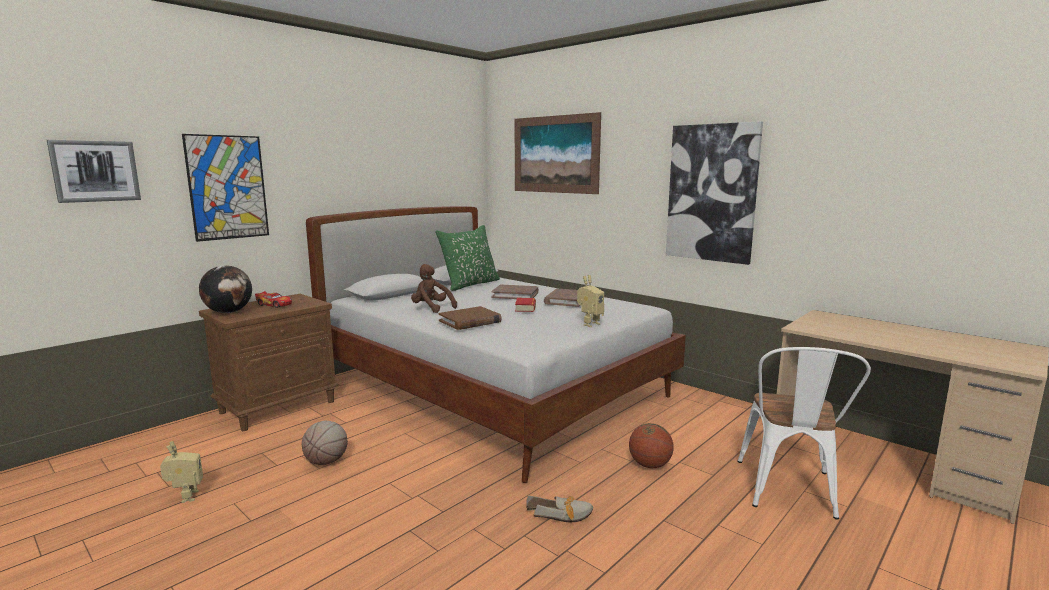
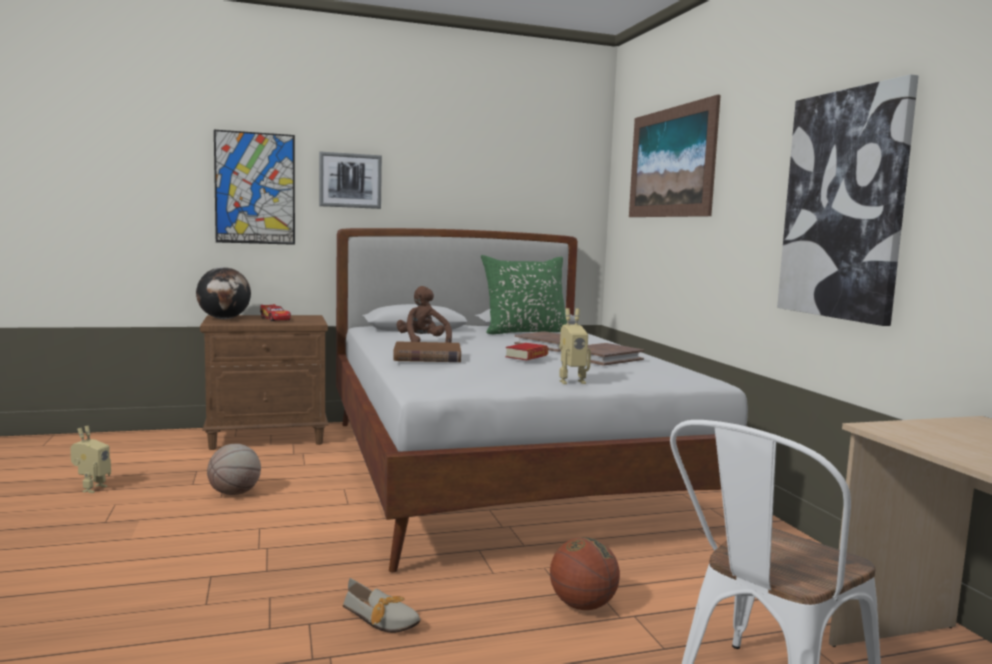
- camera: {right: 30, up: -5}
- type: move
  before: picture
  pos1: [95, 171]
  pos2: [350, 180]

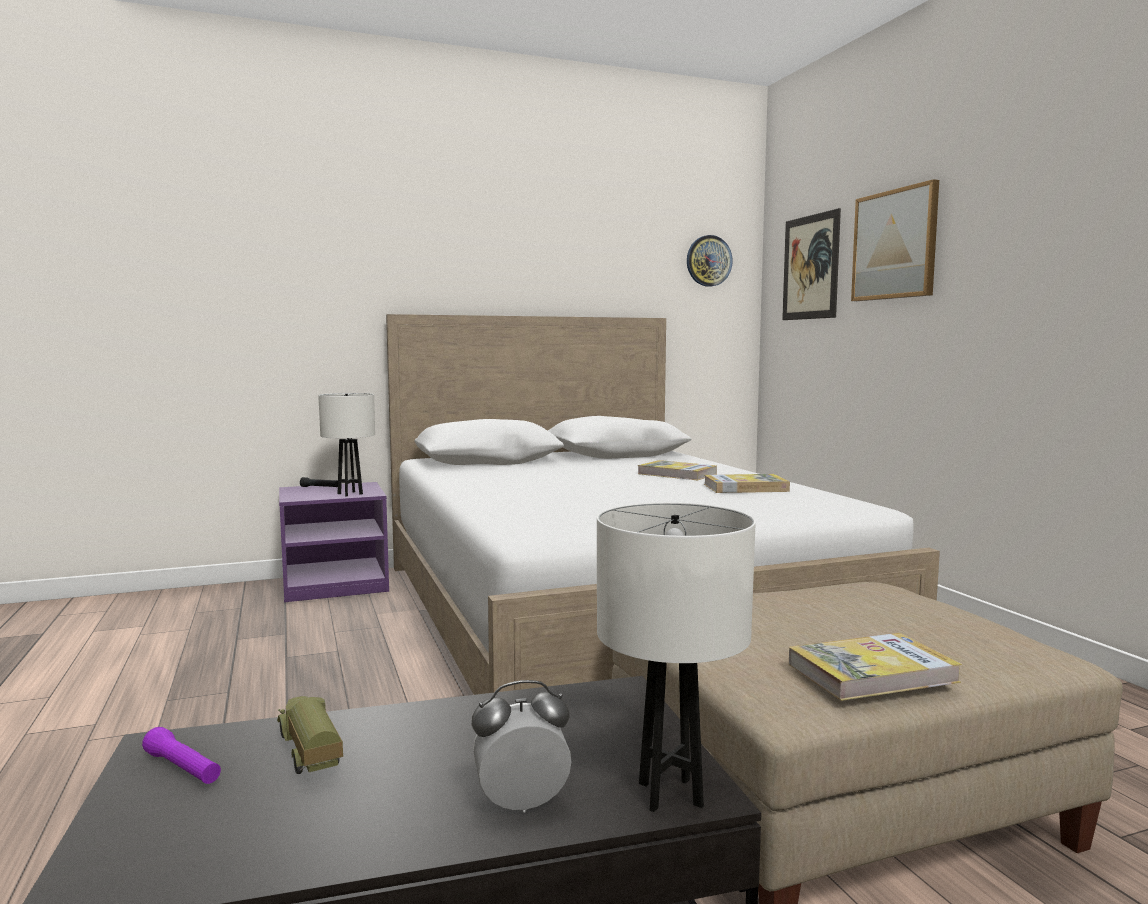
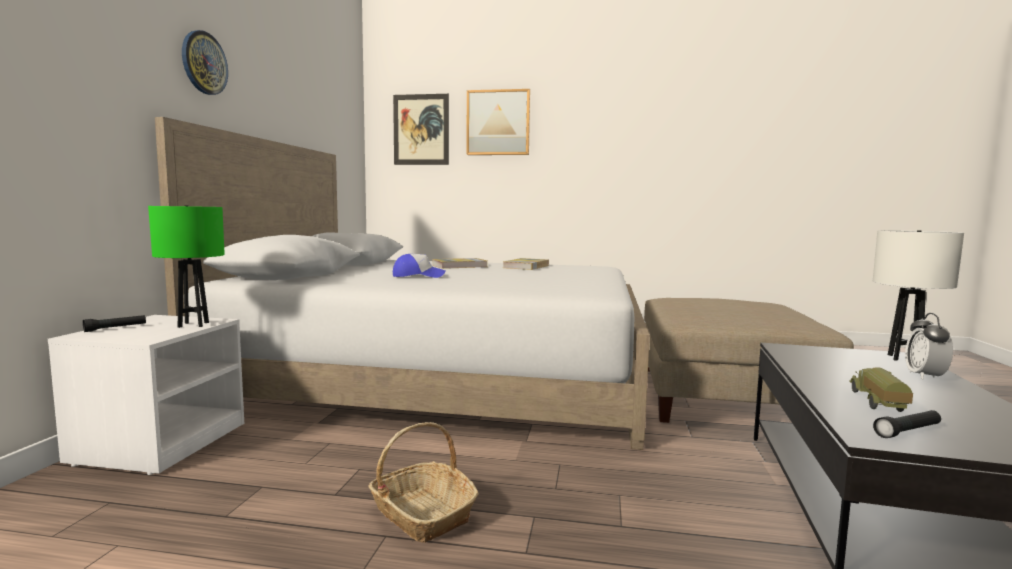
- camera: {right: -60, up: 0}
- type: recolor
  before: purple nightstand
  after: white nightstand
  pos1: [336, 585]
  pos2: [160, 442]
- type: recolor
  before: white table lamp
  after: green table lamp
  pos1: [349, 494]
  pos2: [193, 325]
- type: move
  before: wall clock
  pos1: [708, 261]
  pos2: [204, 63]
- type: insert
  after: basket
  pos2: [421, 514]
- type: insert
  after: cap
  pos2: [418, 276]
- type: rotate
  before: toy truck
  pos1: [309, 754]
  pos2: [876, 403]
  turn: 105
- type: recolor
  before: purple flashlight
  after: black flashlight
  pos1: [183, 768]
  pos2: [908, 431]
- type: delete
  before: book
  pos1: [872, 673]

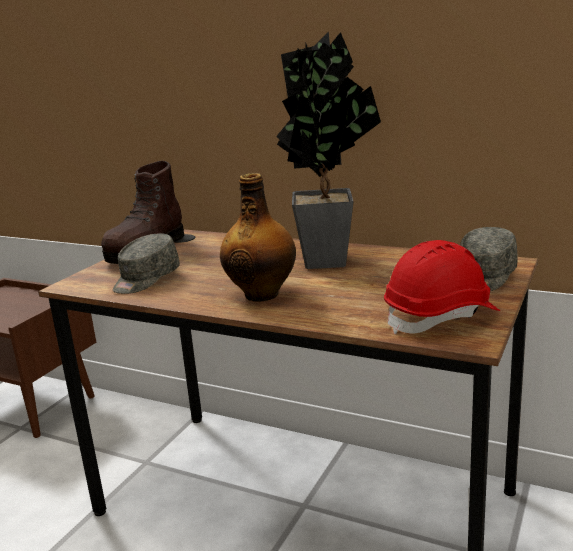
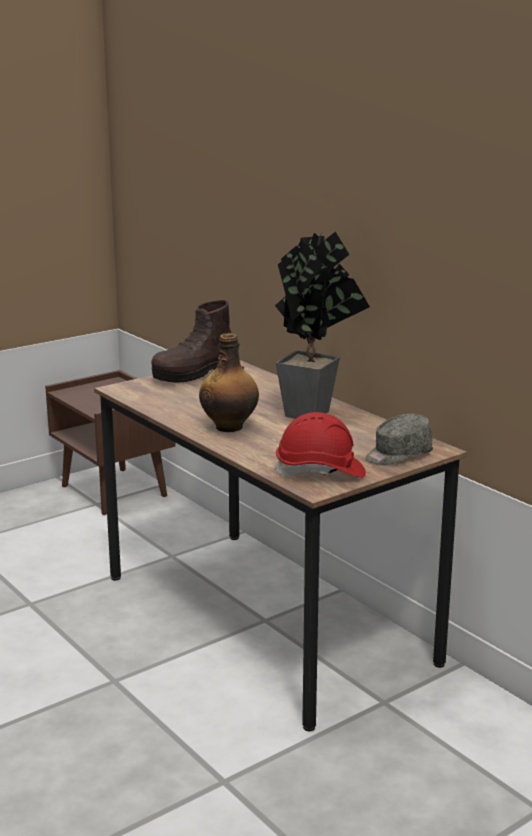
- camera: {right: 25, up: 0}
- type: delete
  before: grey cap
  pos1: [146, 279]

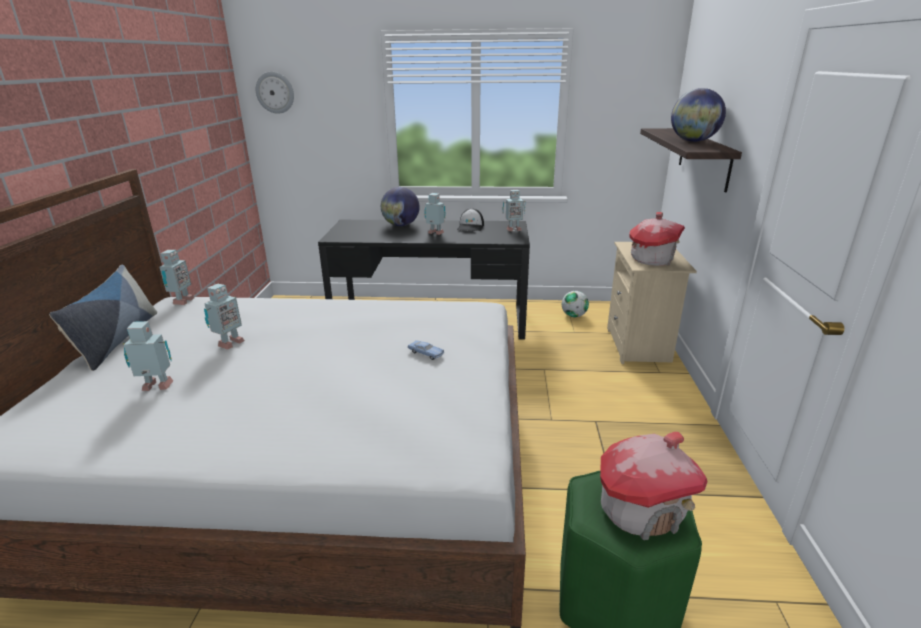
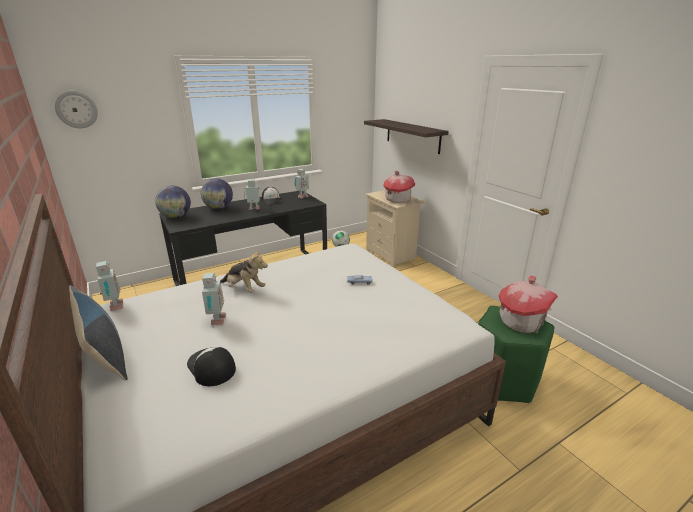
- camera: {right: -35, up: 0}
- type: move
  before: globe
  pos1: [693, 141]
  pos2: [176, 217]
- type: replace
  before: toy robot
  after: cap
  pos1: [158, 387]
  pos2: [211, 367]
- type: insert
  after: plush toy
  pos2: [244, 289]

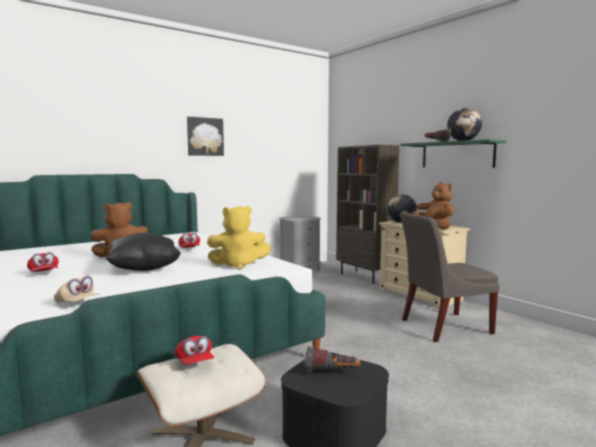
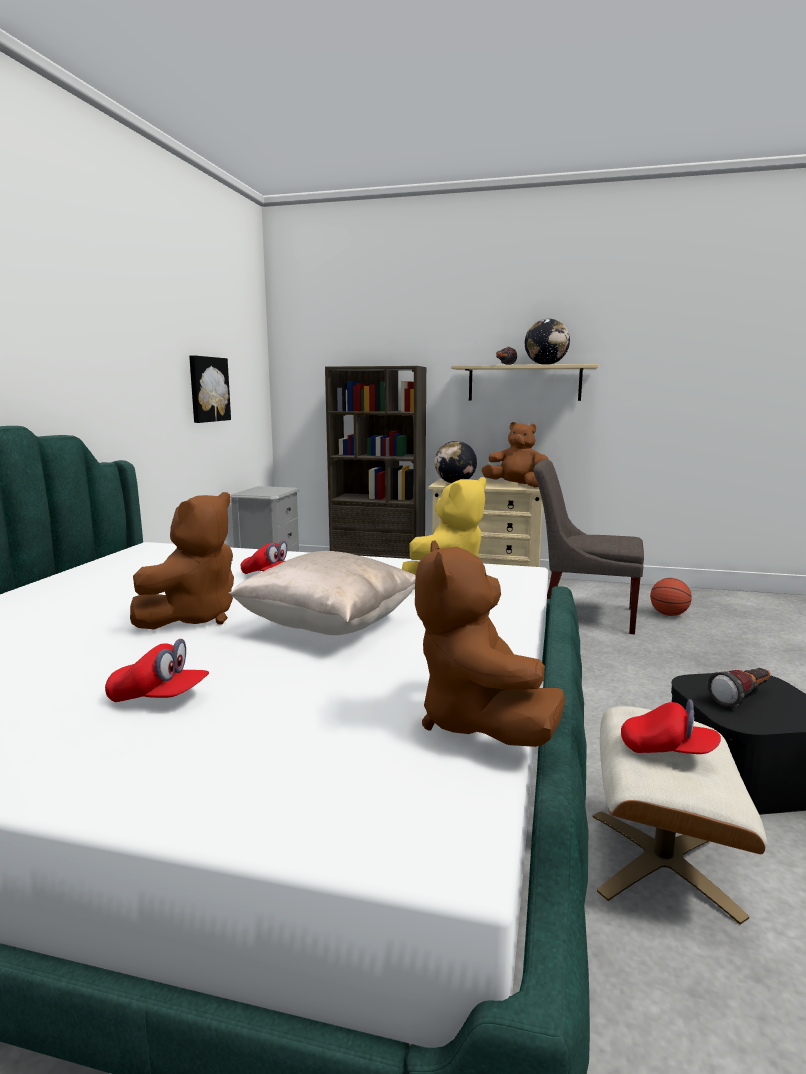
- camera: {right: -40, up: 5}
- type: move
  before: picture
  pos1: [205, 136]
  pos2: [208, 389]
- type: recolor
  before: black pillow
  after: beige pillow
  pos1: [144, 269]
  pos2: [329, 627]
- type: replace
  before: beige cap
  after: brown plush toy
  pos1: [77, 304]
  pos2: [479, 723]
- type: recolor
  before: green shelf
  after: beige shelf
  pos1: [457, 155]
  pos2: [524, 383]
- type: rotate
  before: grey chair
  pos1: [442, 326]
  pos2: [582, 615]
  turn: 75
- type: insert
  after: basketball
  pos2: [669, 614]

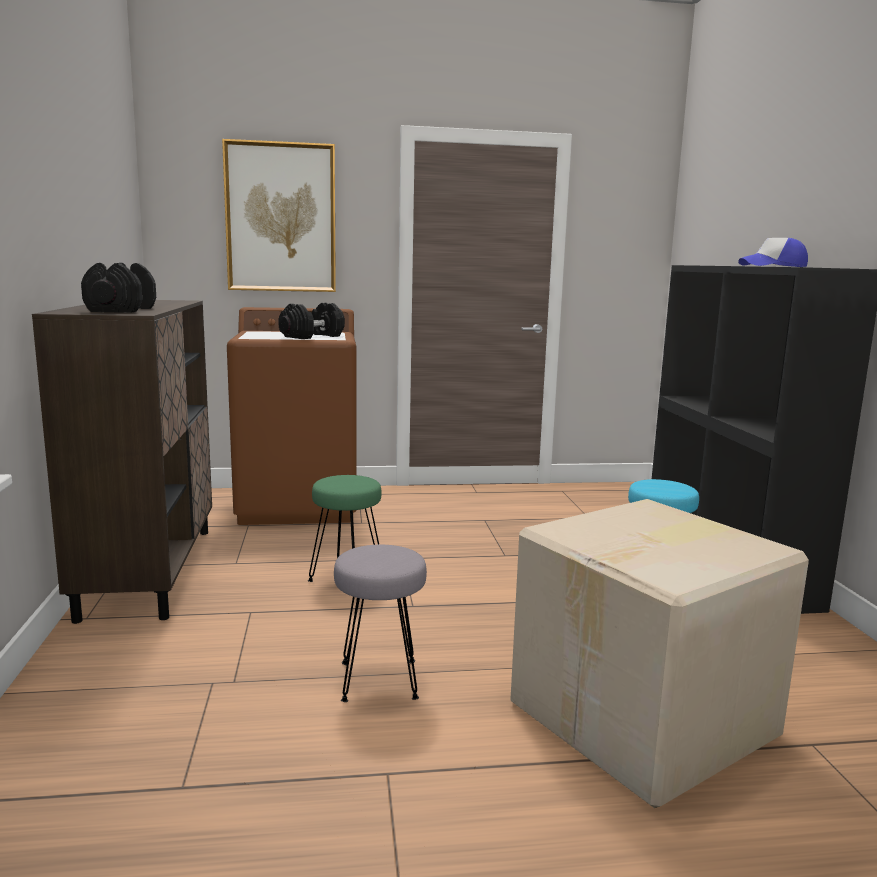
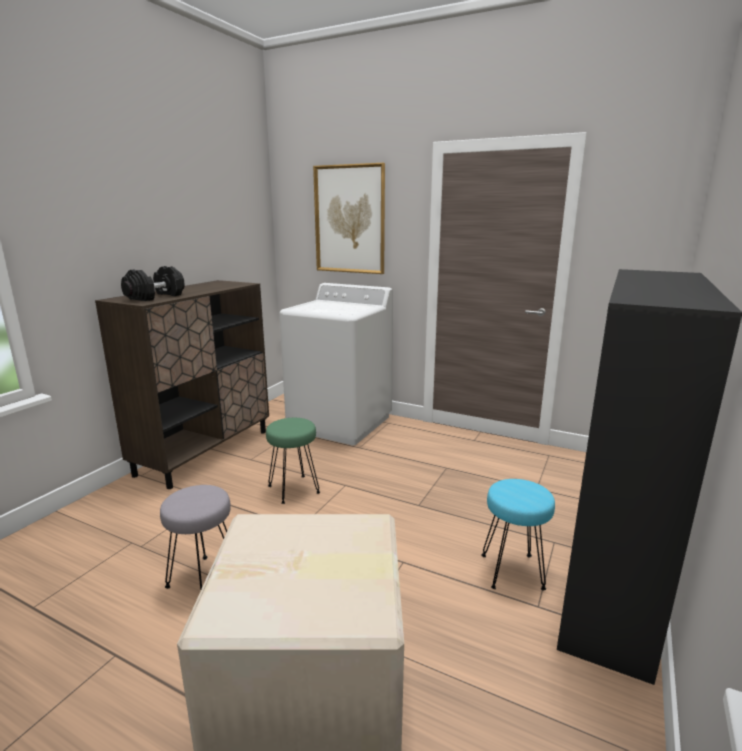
- camera: {right: 35, up: 5}
- type: recolor
  before: brown washing machine
  after: white washing machine
  pos1: [299, 505]
  pos2: [340, 423]
- type: delete
  before: black dumbbell
  pos1: [312, 336]
- type: delete
  before: cap
  pos1: [773, 266]

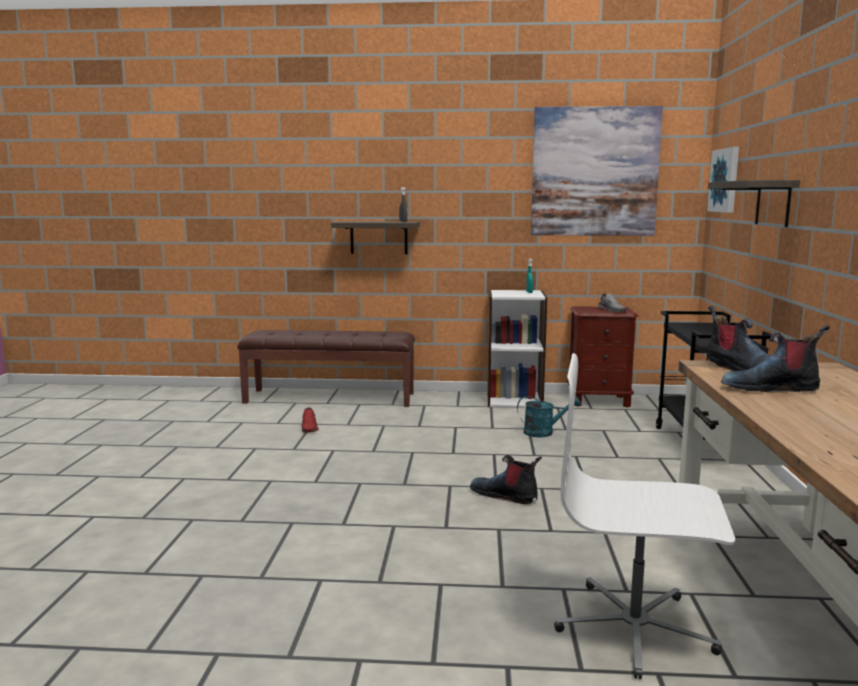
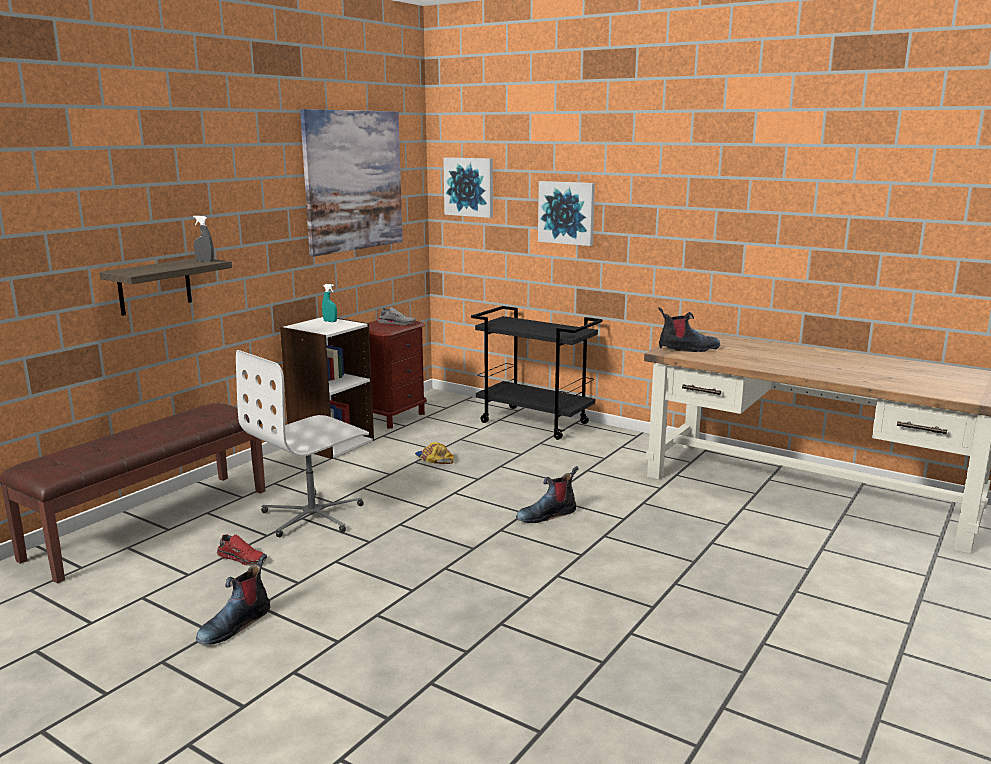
- camera: {right: -60, up: 5}
- type: move
  before: boot
  pos1: [770, 388]
  pos2: [235, 624]
- type: move
  before: white office chair
  pos1: [635, 628]
  pos2: [313, 516]
- type: replace
  before: turquoise watering can
  after: cap
  pos1: [544, 432]
  pos2: [433, 459]
- type: replace
  before: shelf
  after: picture
  pos1: [773, 203]
  pos2: [566, 212]

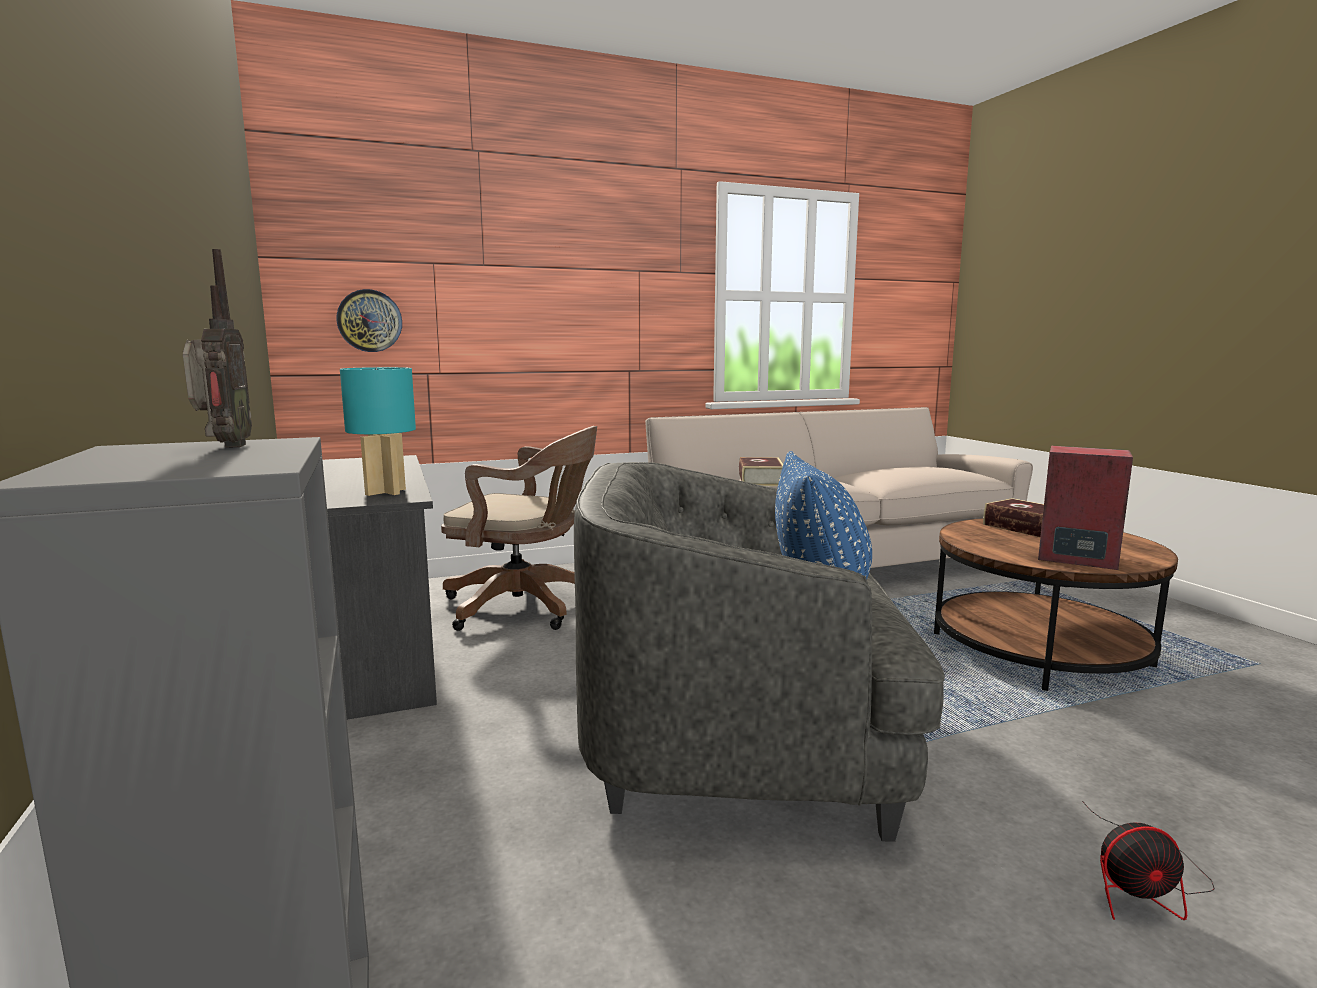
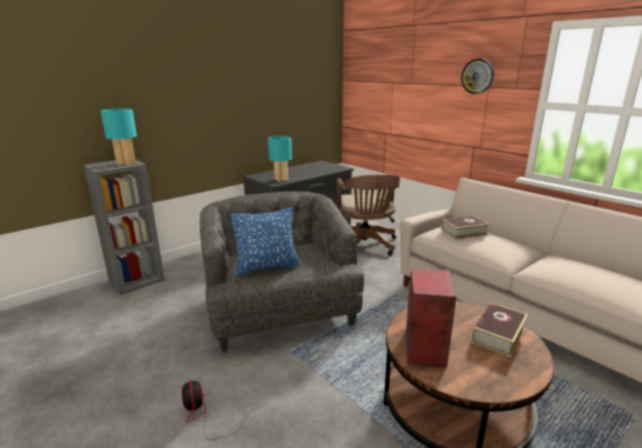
- camera: {right: 70, up: 10}
- type: replace
  before: radio
  after: turquoise table lamp
  pos1: [223, 447]
  pos2: [126, 163]
- type: move
  before: wall clock
  pos1: [369, 321]
  pos2: [477, 76]

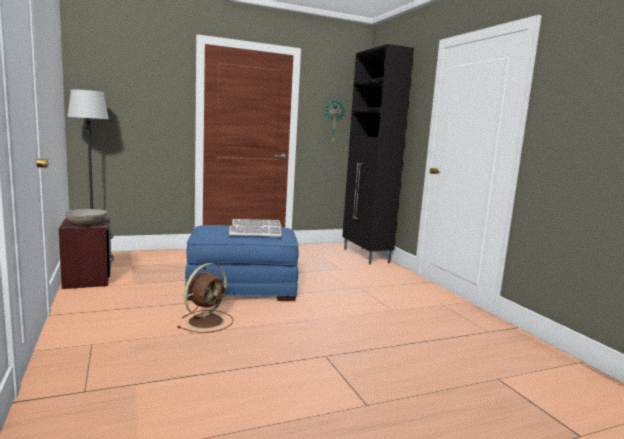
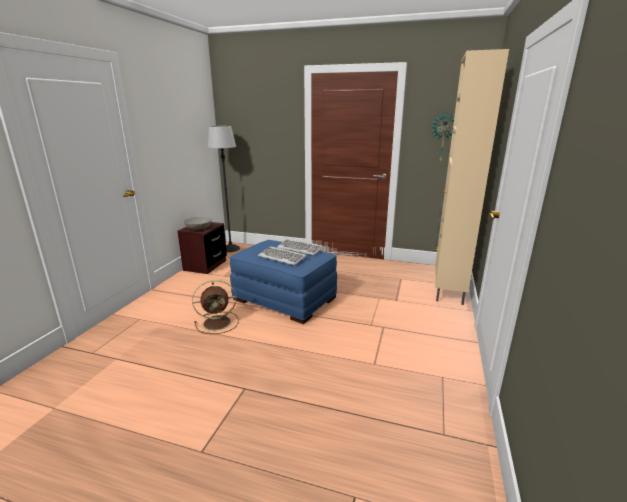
- camera: {right: 40, up: 10}
- type: recolor
  before: black cabinet
  after: beige cabinet
  pos1: [366, 256]
  pos2: [448, 289]

